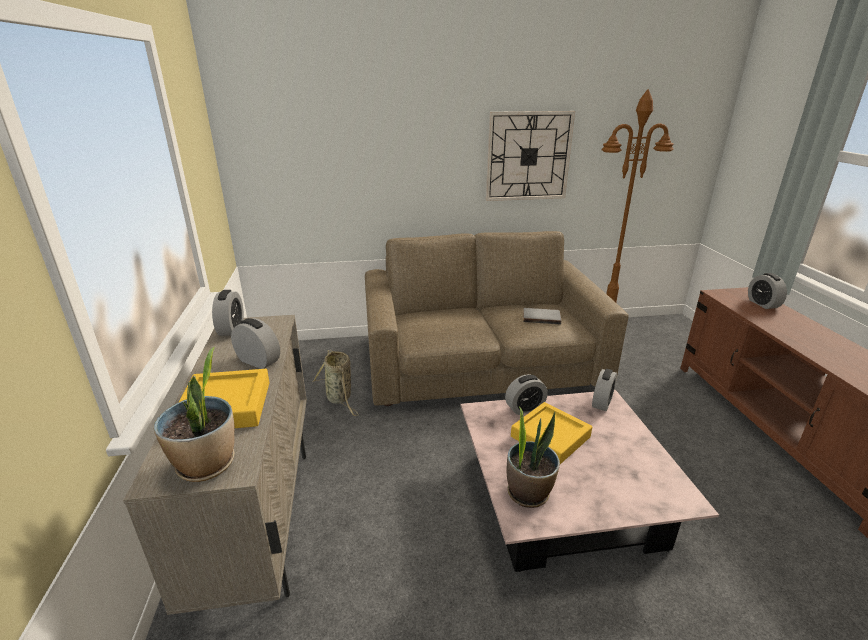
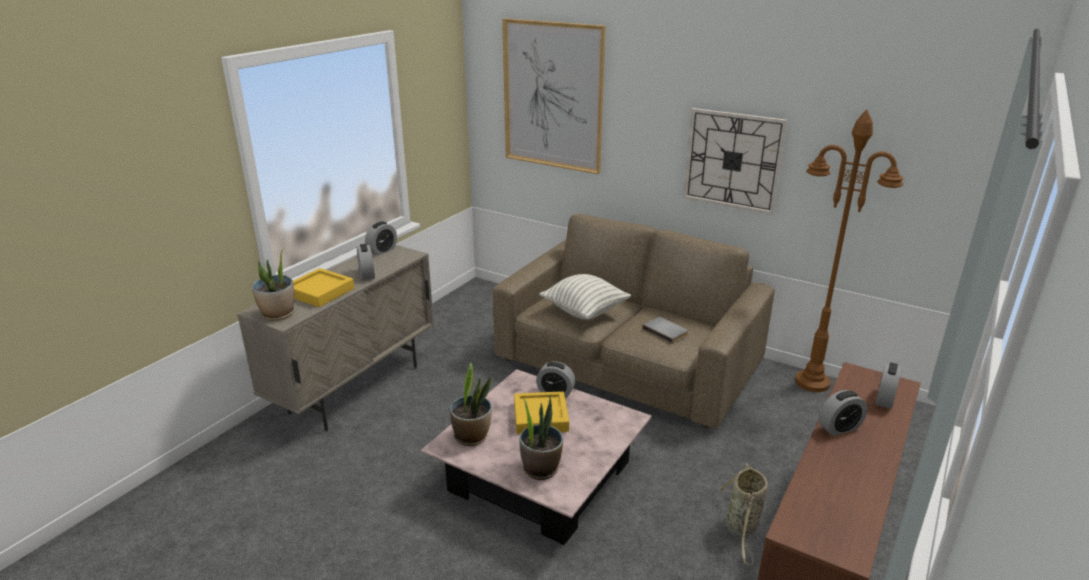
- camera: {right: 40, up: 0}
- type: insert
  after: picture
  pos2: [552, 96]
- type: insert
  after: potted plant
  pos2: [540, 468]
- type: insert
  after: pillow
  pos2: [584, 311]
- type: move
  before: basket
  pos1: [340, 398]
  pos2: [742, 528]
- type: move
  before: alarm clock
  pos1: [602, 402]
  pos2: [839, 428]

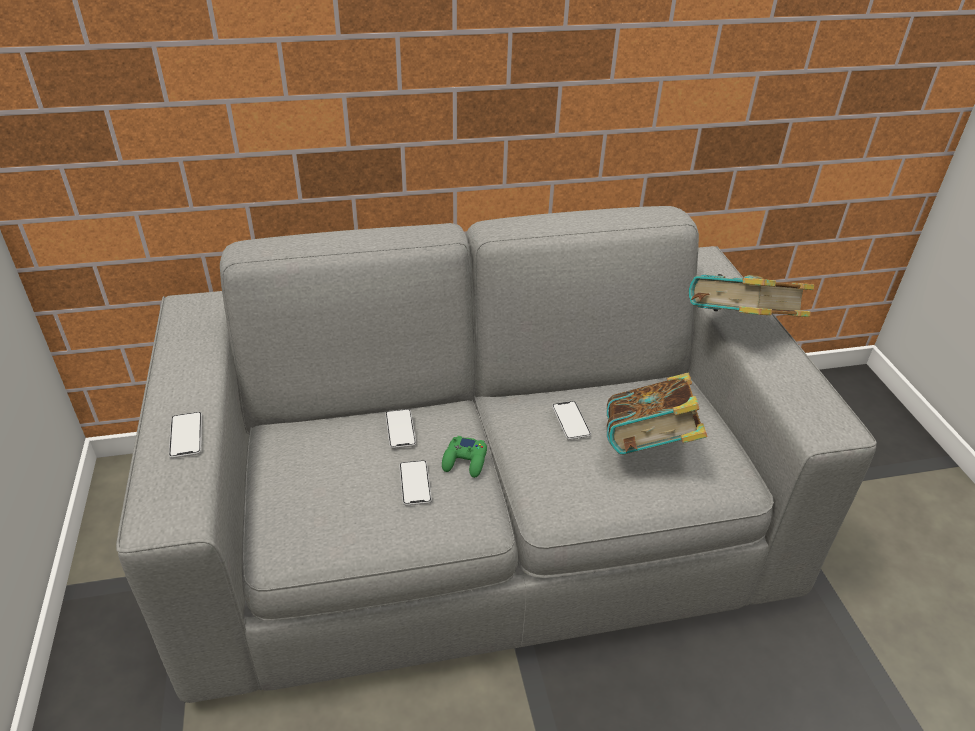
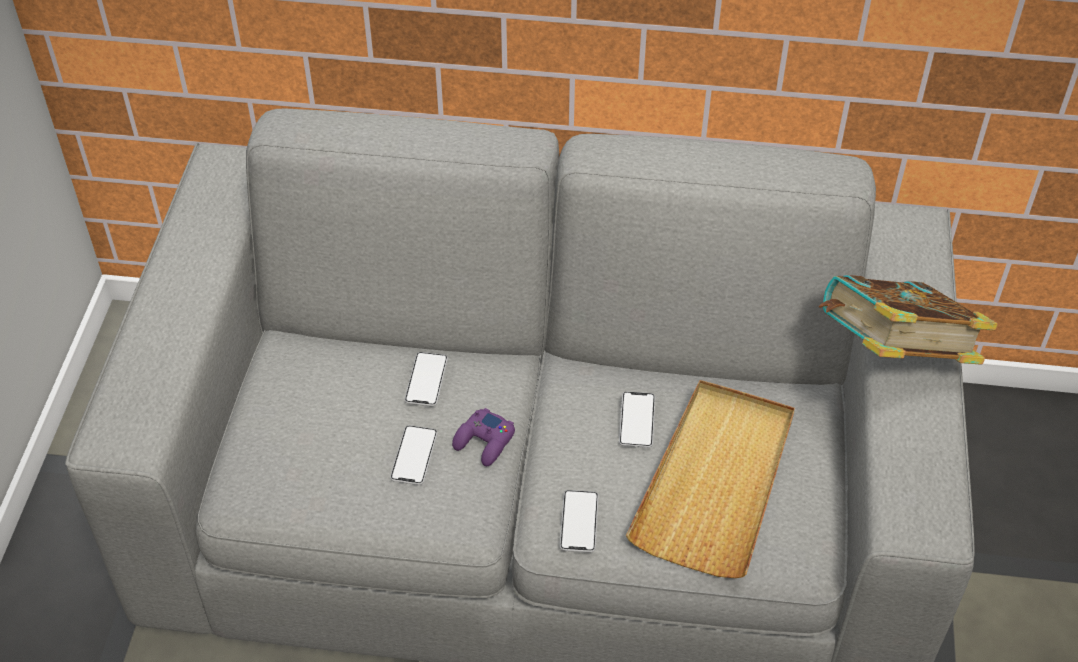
- camera: {right: 20, up: 10}
- type: recolor
  before: green game controller
  after: purple game controller
  pos1: [465, 461]
  pos2: [484, 442]
- type: move
  before: phone
  pos1: [186, 435]
  pos2: [579, 522]
- type: replace
  before: book
  after: beige tray
  pos1: [648, 447]
  pos2: [716, 481]

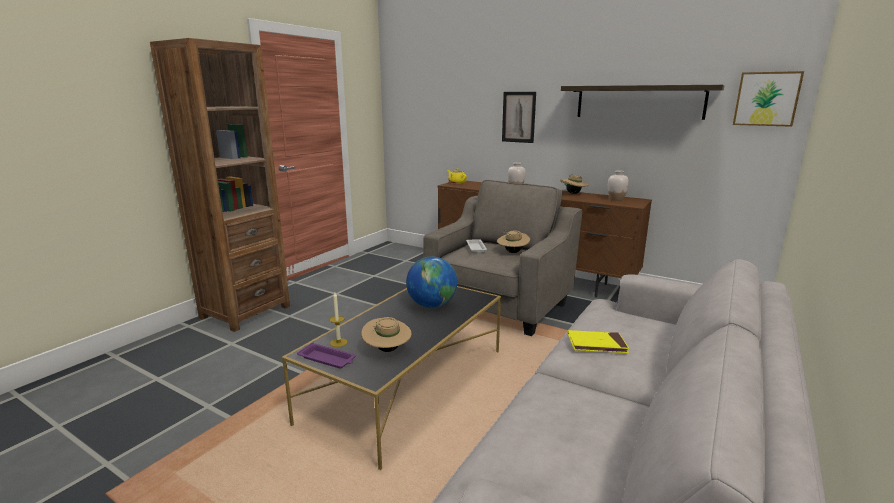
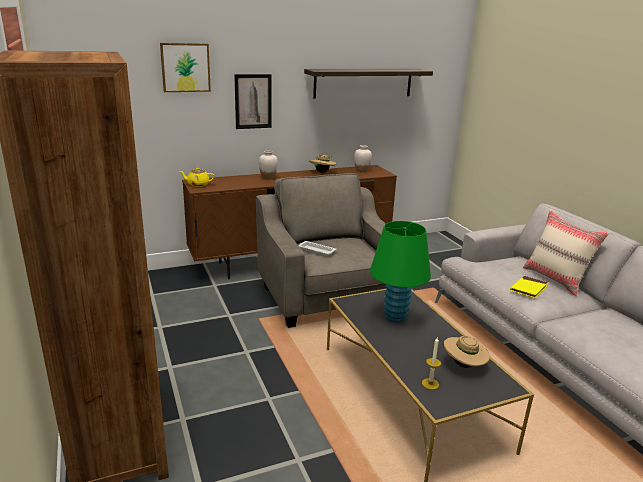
- camera: {right: -55, up: 5}
- type: move
  before: picture
  pos1: [766, 99]
  pos2: [185, 67]
- type: replace
  before: globe
  after: green table lamp
  pos1: [432, 305]
  pos2: [395, 317]
- type: insert
  after: beige pillow
  pos2: [556, 279]
- type: delete
  before: purple tray
  pos1: [328, 359]
- type: delete
  before: beige hat
  pos1: [512, 252]

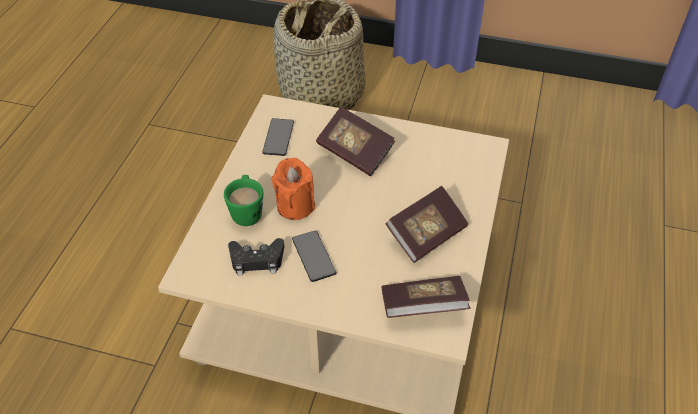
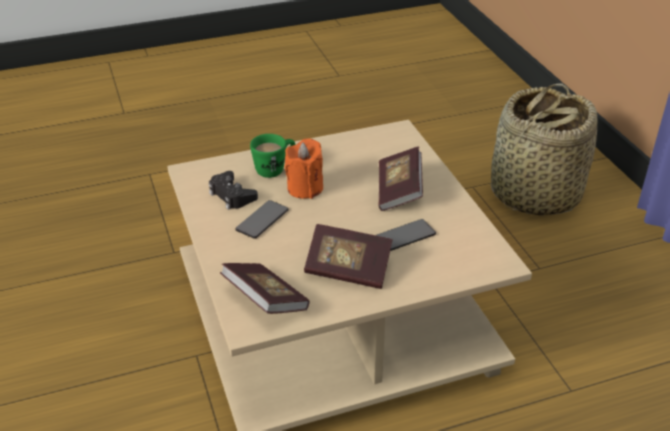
- camera: {right: 55, up: -10}
- type: move
  before: phone
  pos1: [278, 138]
  pos2: [405, 236]

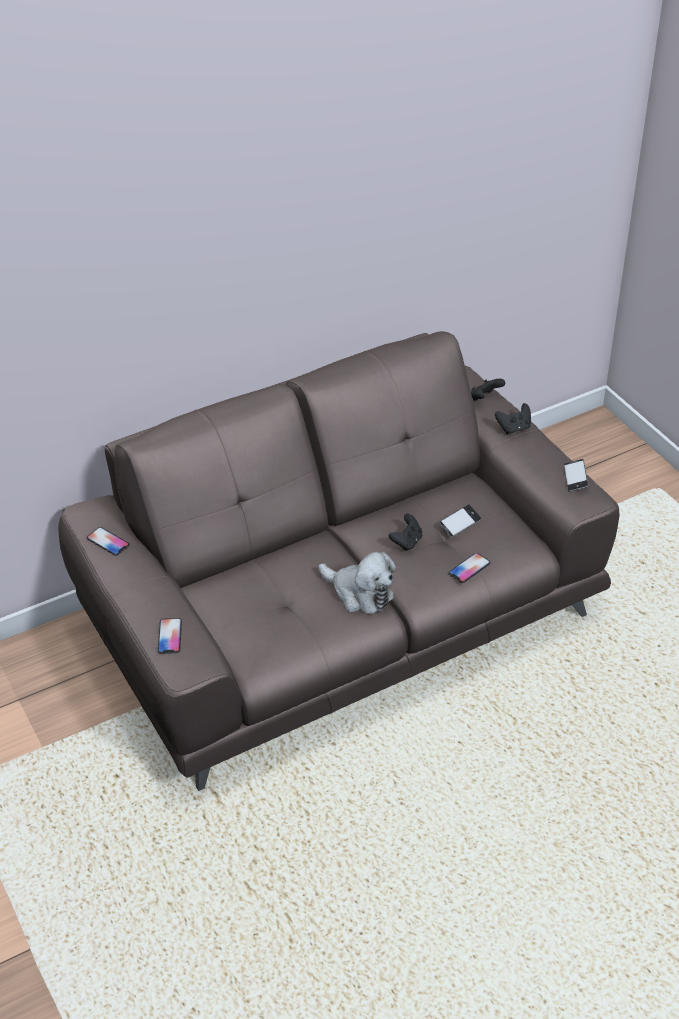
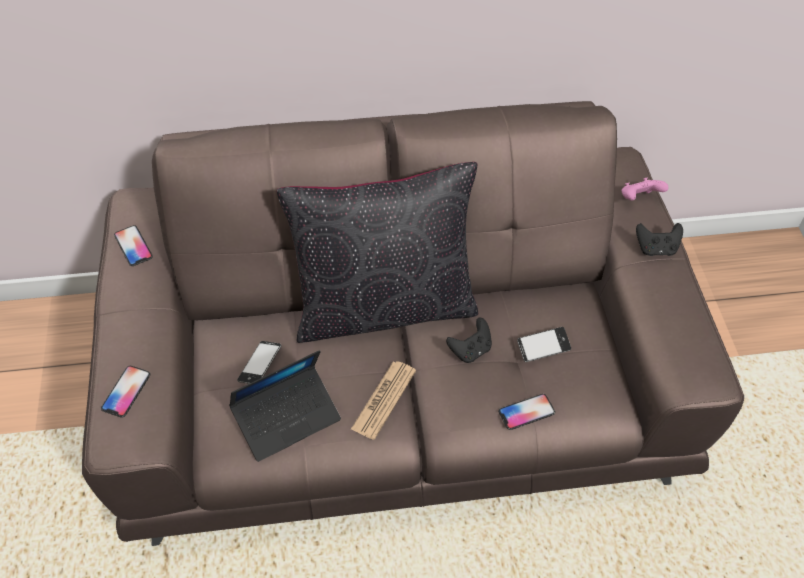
- camera: {right: 20, up: 10}
- type: insert
  after: laptop
  pos2: [287, 418]
- type: move
  before: phone
  pos1: [575, 478]
  pos2: [260, 365]
- type: insert
  after: black pillow
  pos2: [383, 306]
- type: replace
  before: plush toy
  after: newspaper
  pos1: [360, 593]
  pos2: [384, 400]
- type: recolor
  before: black game controller
  after: pink game controller
  pos1: [485, 398]
  pos2: [639, 199]

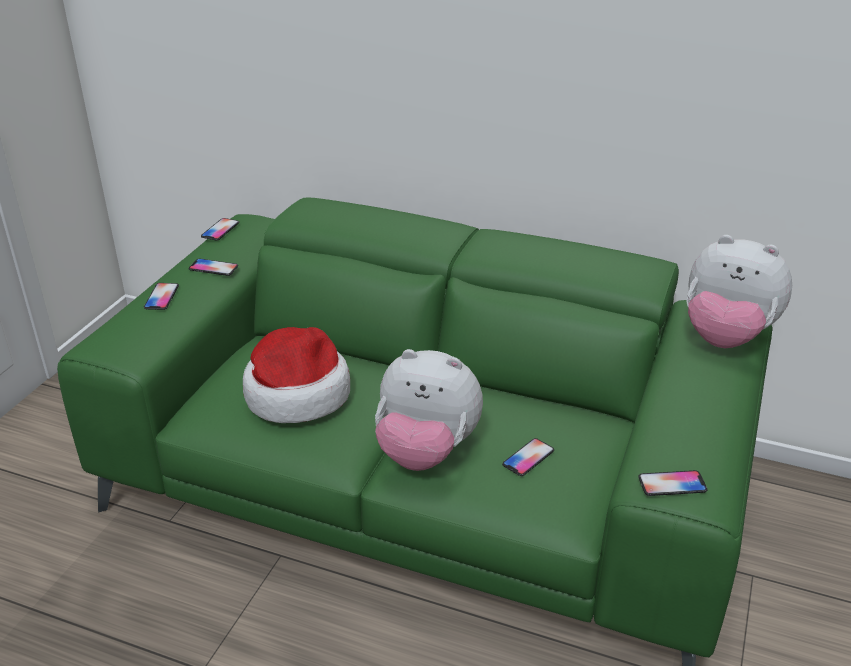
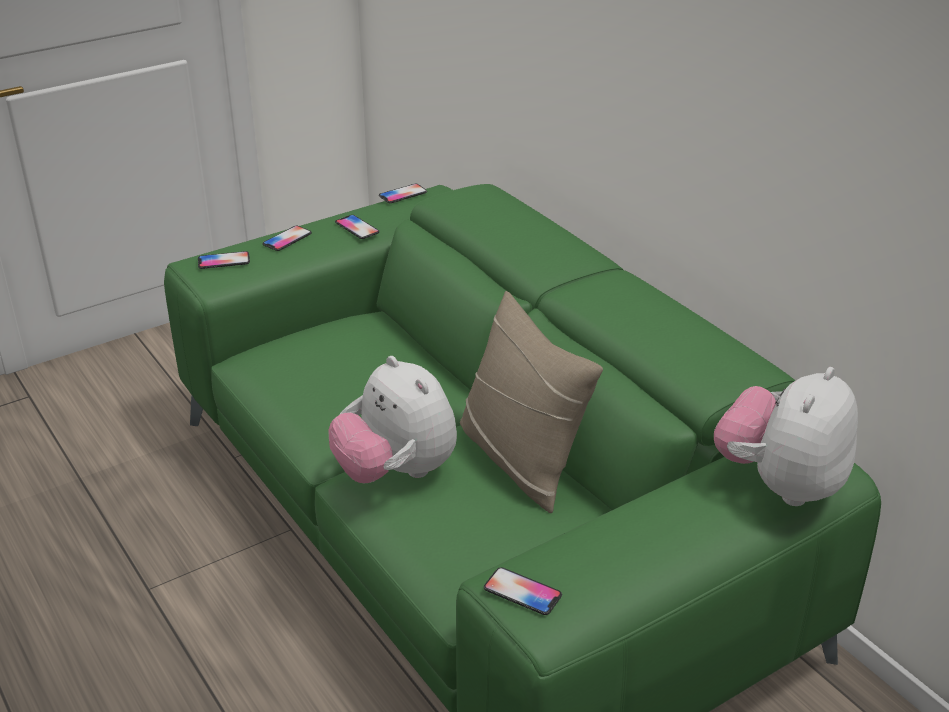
- camera: {right: 35, up: 0}
- type: move
  before: phone
  pos1: [528, 458]
  pos2: [224, 261]
- type: insert
  after: beige pillow
  pos2: [521, 460]
- type: rotate
  before: plush toy
  pos1: [726, 337]
  pos2: [780, 484]
  turn: 60
- type: delete
  before: hat
  pos1: [296, 394]

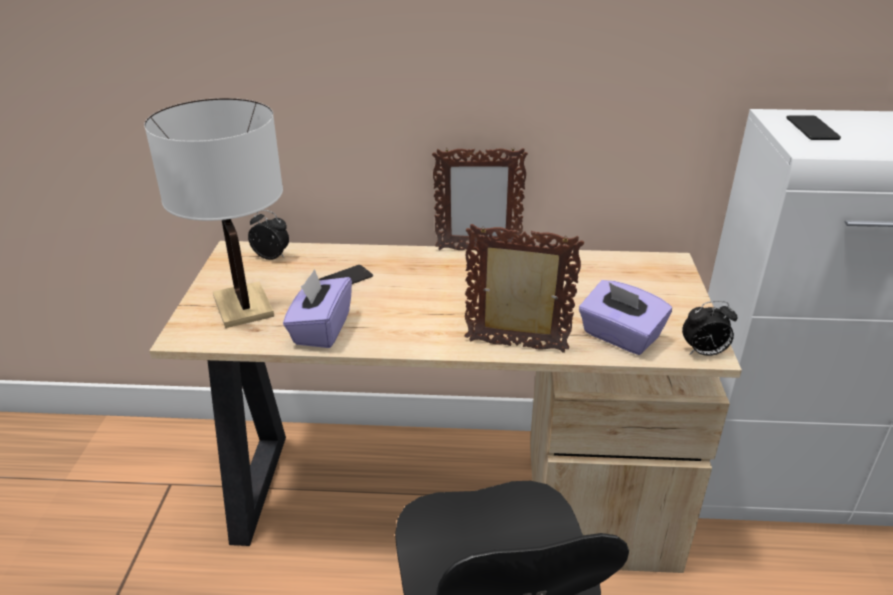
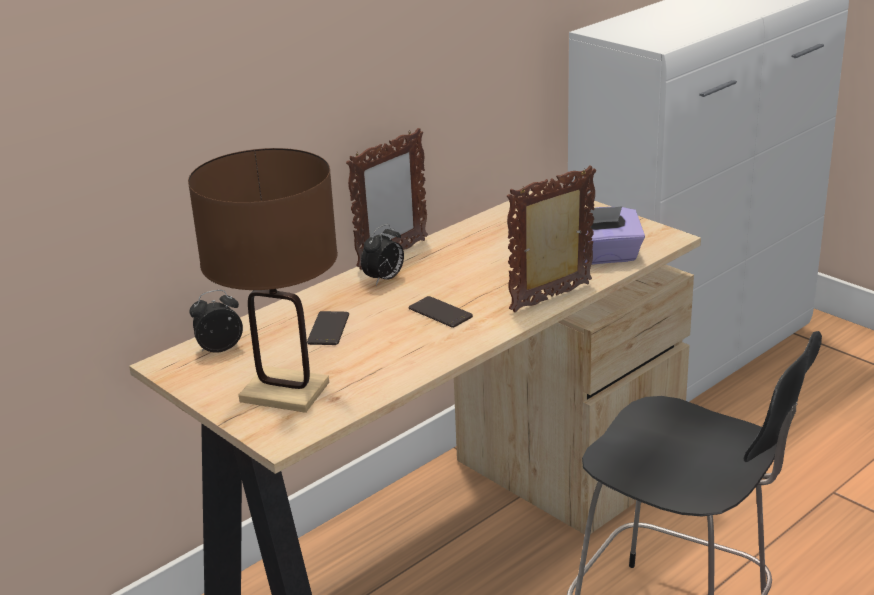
- camera: {right: -45, up: -5}
- type: recolor
  before: white table lamp
  after: brown table lamp
  pos1: [243, 307]
  pos2: [285, 392]
- type: move
  before: alarm clock
  pos1: [703, 353]
  pos2: [384, 279]
- type: move
  before: phone
  pos1: [812, 129]
  pos2: [440, 313]
- type: delete
  before: purple tissue box
  pos1: [321, 329]

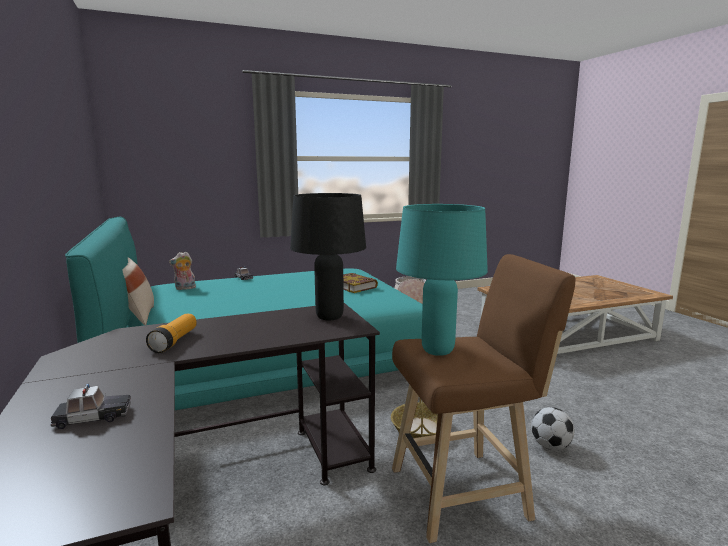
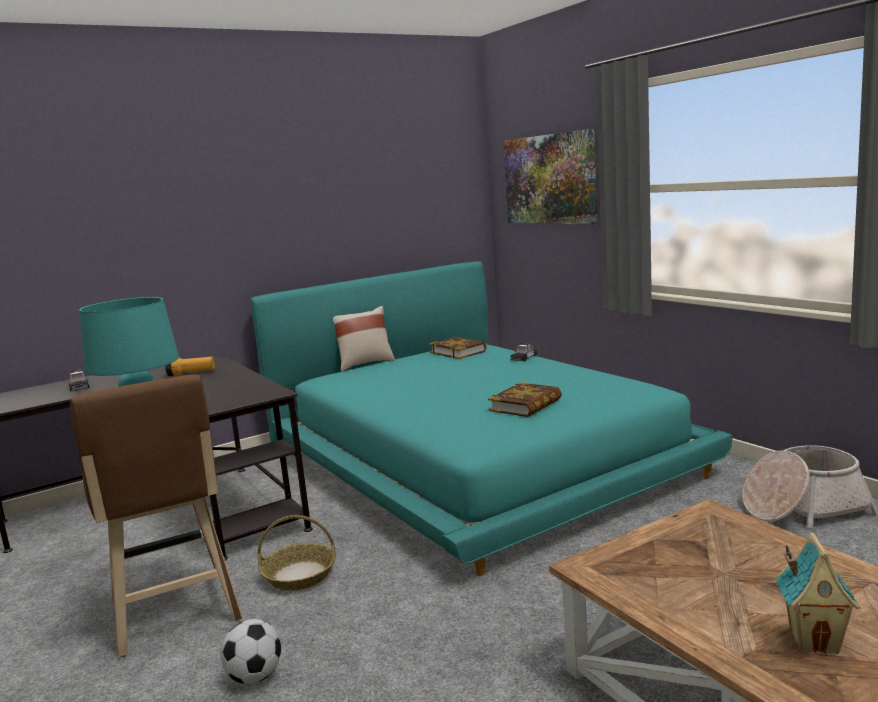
- camera: {right: 80, up: 0}
- type: replace
  before: plush toy
  after: book
  pos1: [185, 288]
  pos2: [458, 352]
- type: insert
  after: picture
  pos2: [549, 179]
- type: insert
  after: toy house
  pos2: [814, 641]
- type: delete
  before: black table lamp
  pos1: [329, 317]

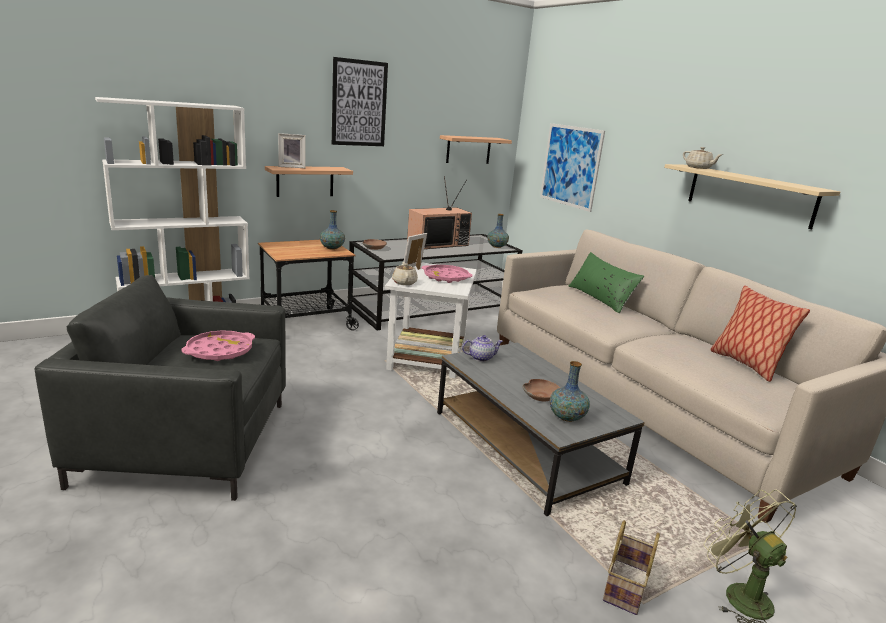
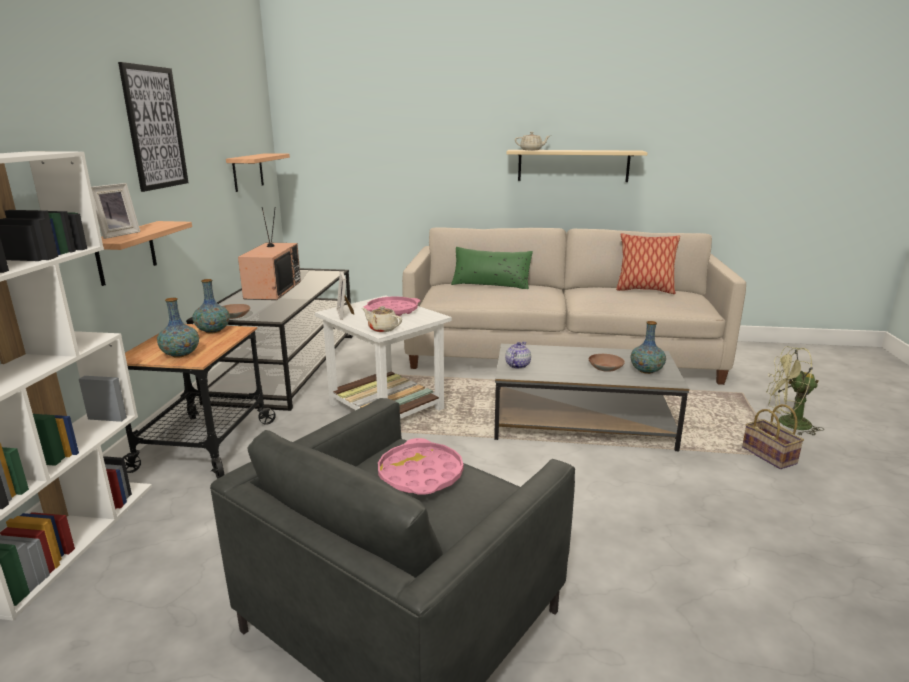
- camera: {right: -50, up: 0}
- type: move
  before: vase
  pos1: [497, 246]
  pos2: [180, 354]
- type: delete
  before: picture
  pos1: [570, 166]

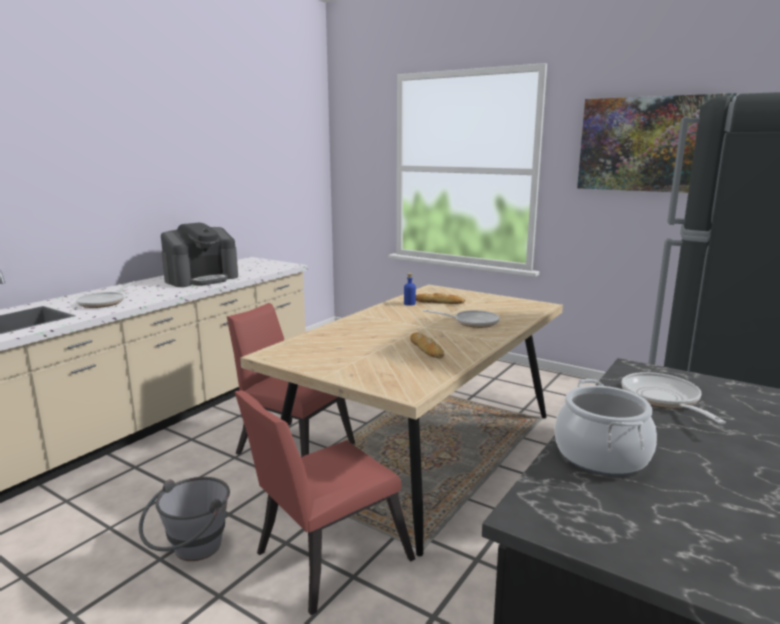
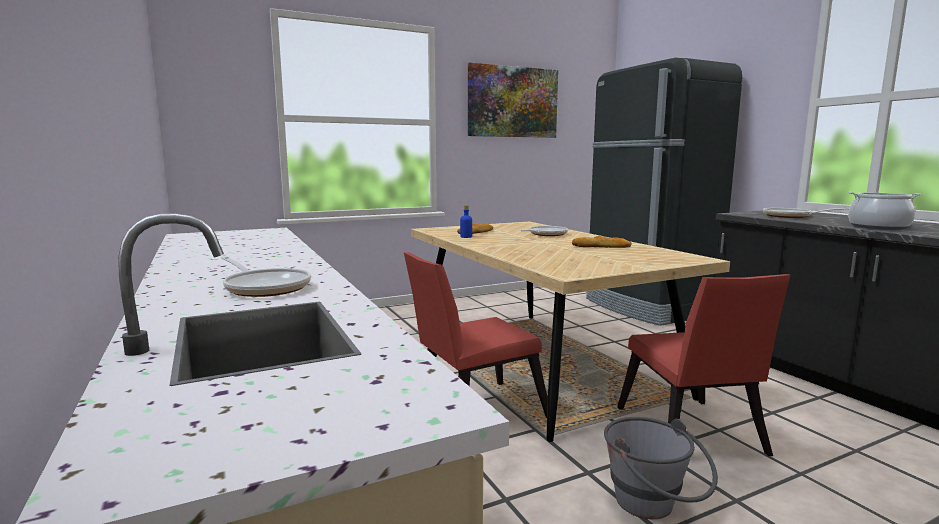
- camera: {right: -60, up: -5}
- type: delete
  before: coffee machine
  pos1: [202, 279]

